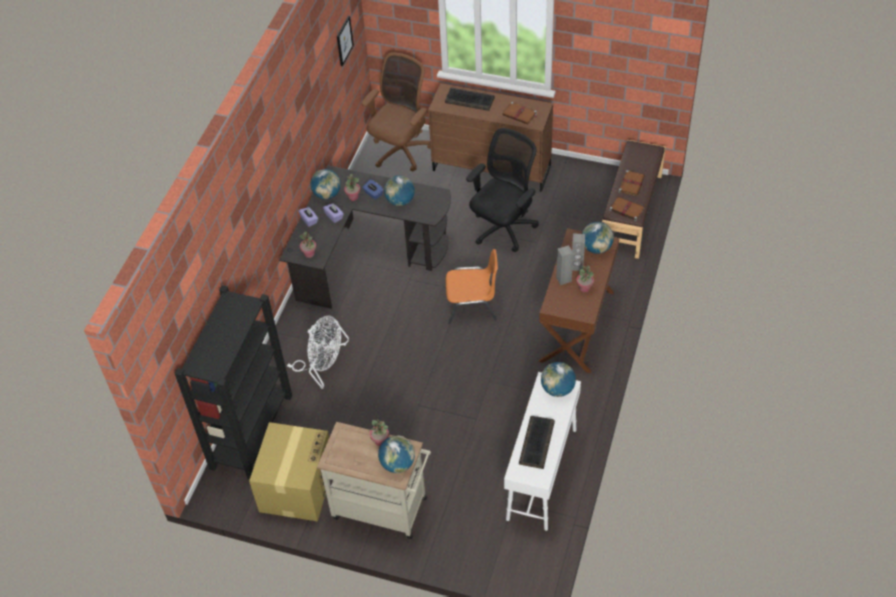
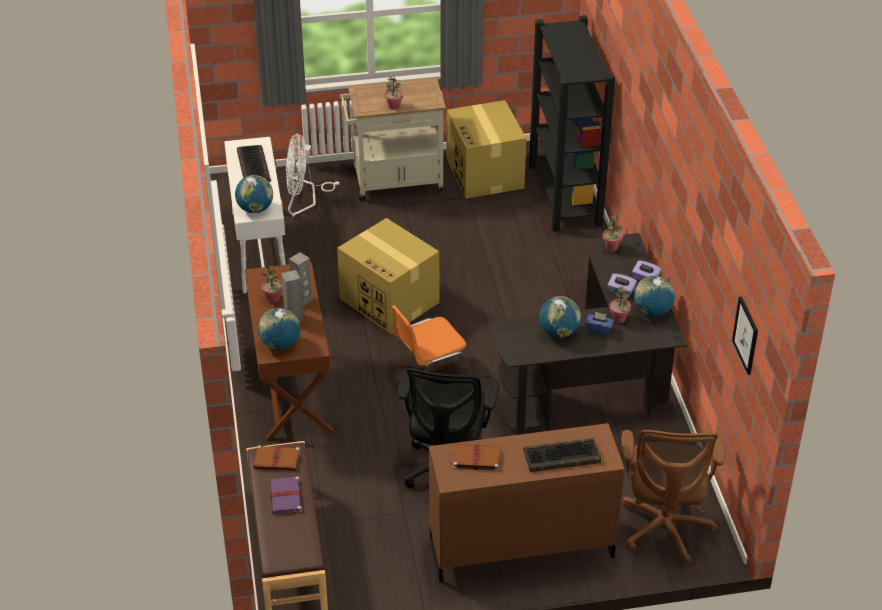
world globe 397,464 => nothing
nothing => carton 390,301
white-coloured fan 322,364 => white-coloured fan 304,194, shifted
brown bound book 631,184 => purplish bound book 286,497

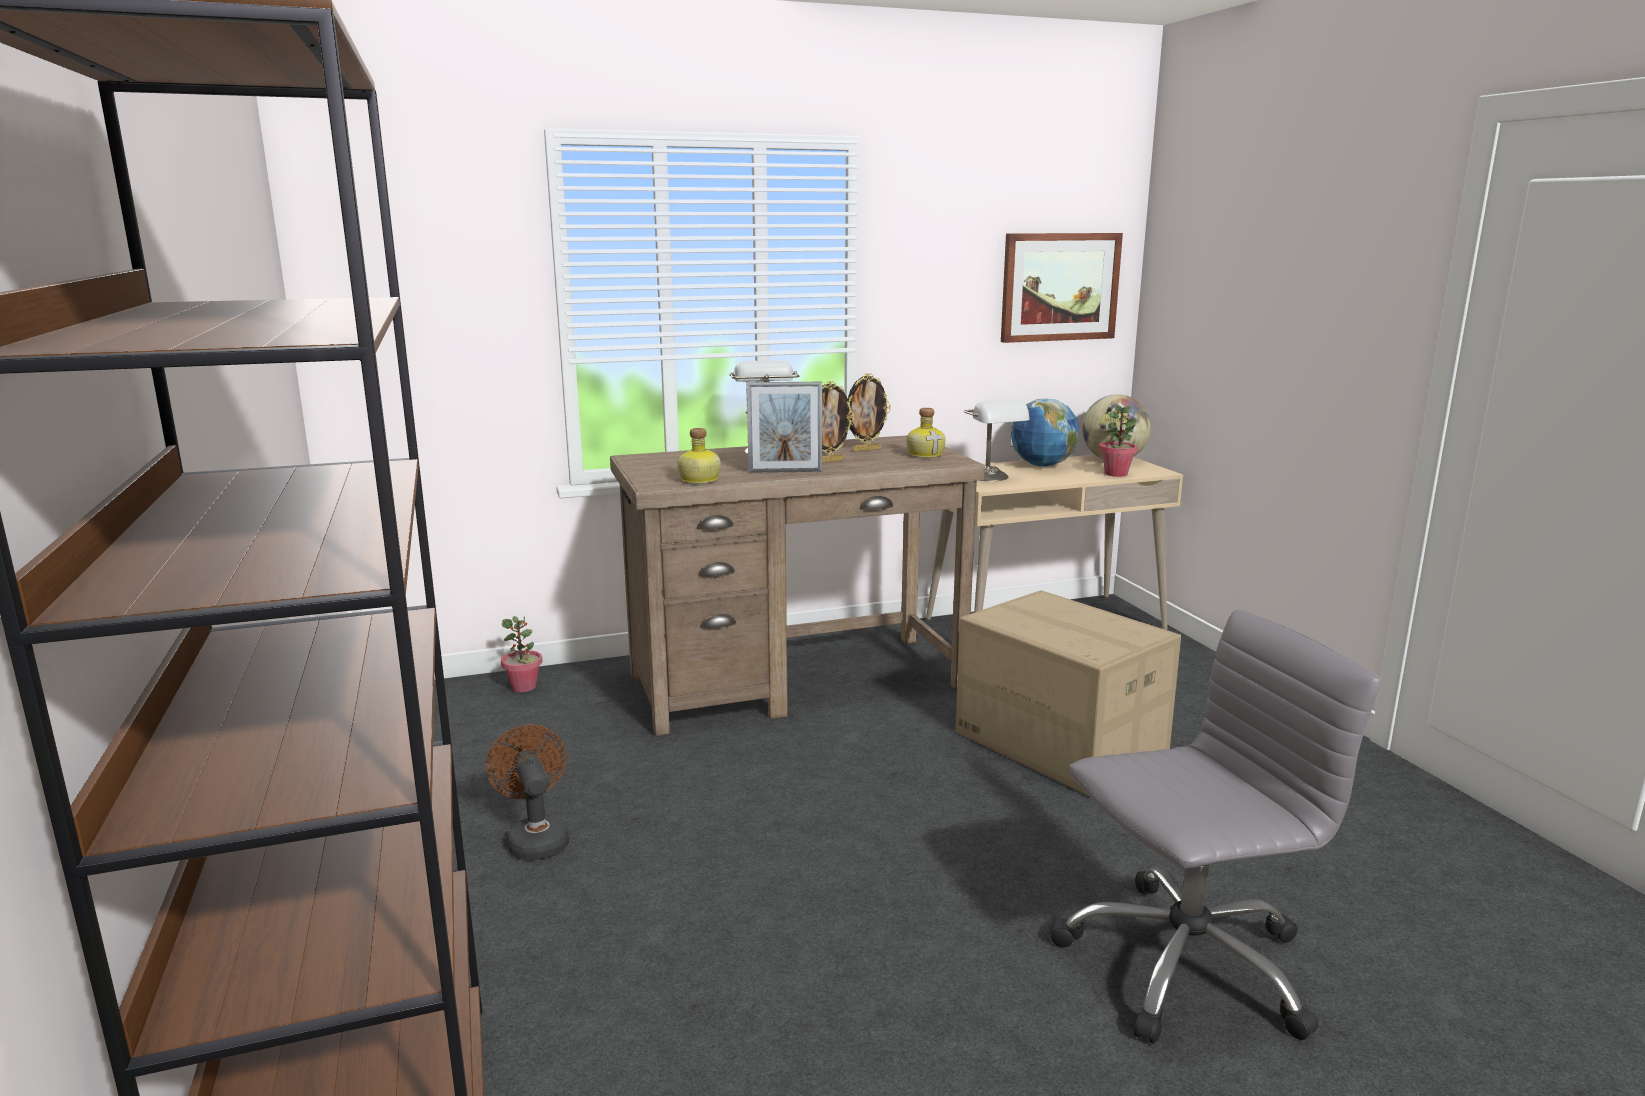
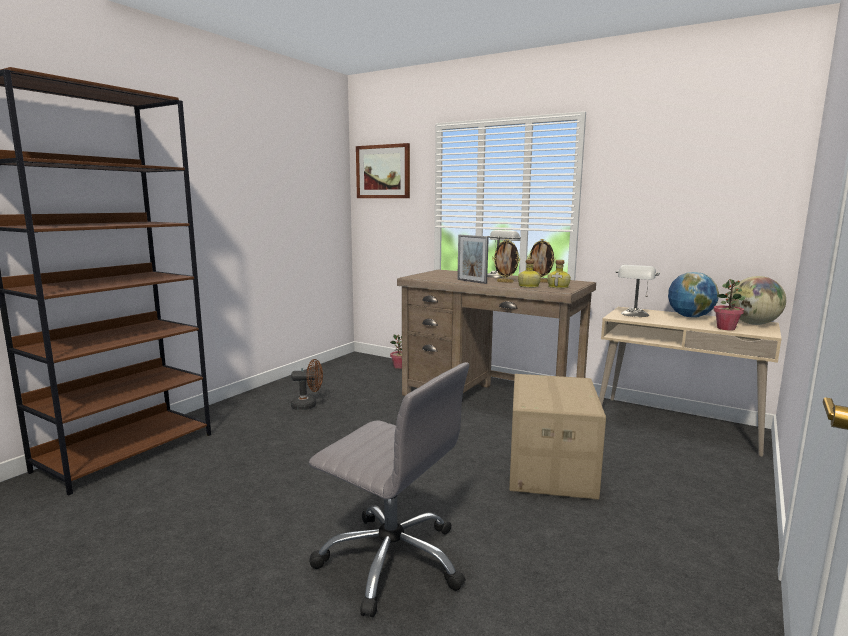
drink bottle 698,480 => drink bottle 528,286, shifted
wall picture 1059,287 => wall picture 383,171, shifted
brown fan 536,838 => brown fan 308,405, 60 degrees clockwise

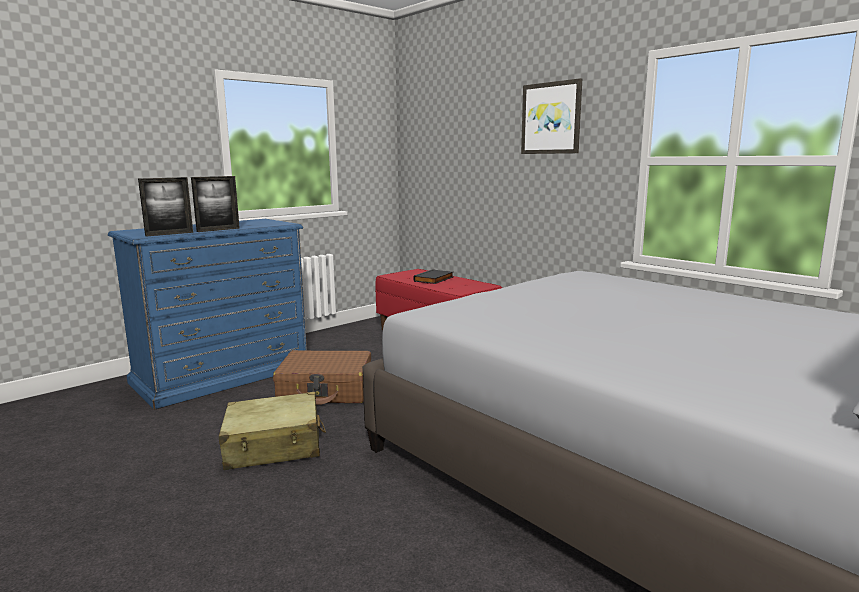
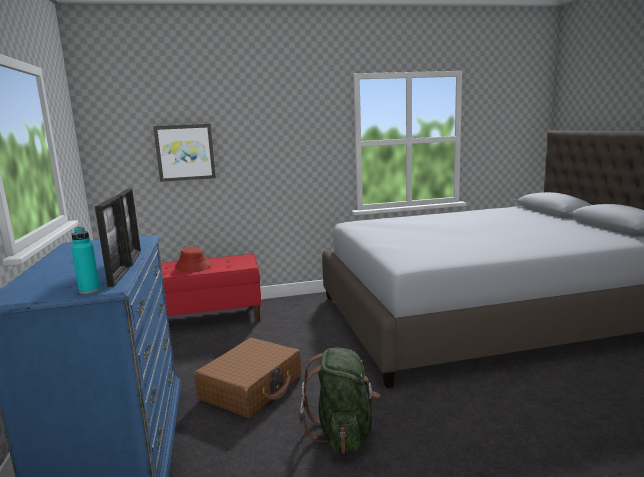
nothing => turquoise-coloured drink bottle 89,290
wall picture 551,118 => wall picture 185,152, shifted
beige-coloured travel case 274,446 => green-coloured knapsack 343,432
black-coloured bound book 434,279 => red-coloured clothing hat 193,266

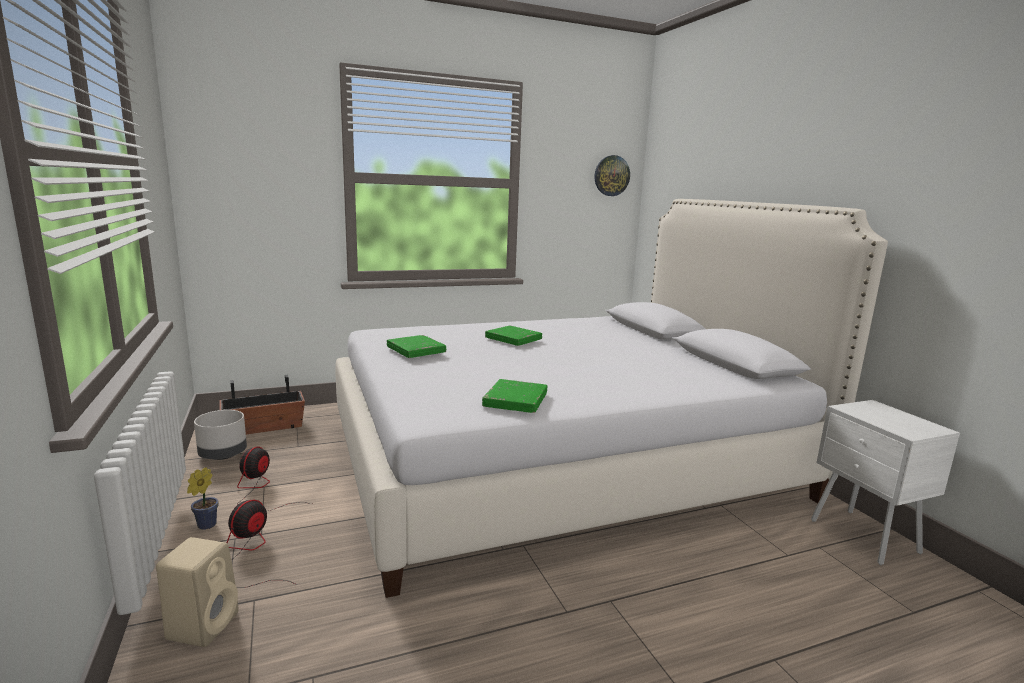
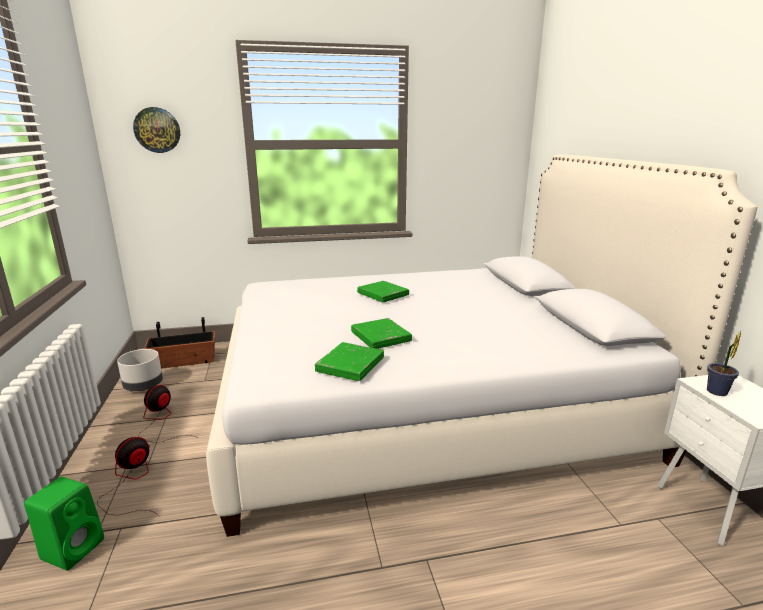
potted plant 204,526 => potted plant 716,393, shifted
green-coloured bound book 416,350 => green-coloured bound book 380,337, shifted
hanging clock 611,175 => hanging clock 157,130, shifted
beige-coloured audio speaker 204,624 => green-coloured audio speaker 74,548

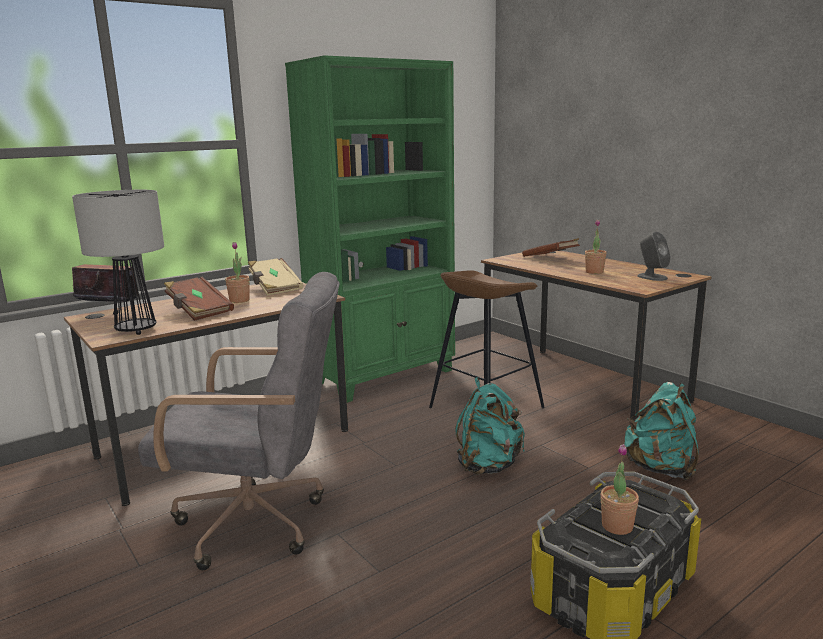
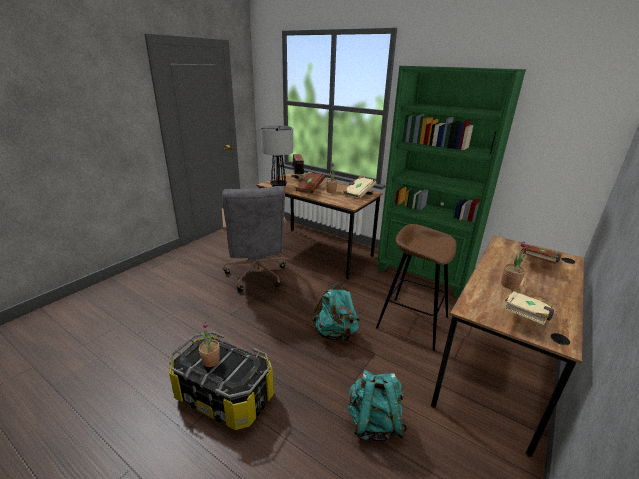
gray audio speaker 651,277 => beige-coloured bound book 525,317

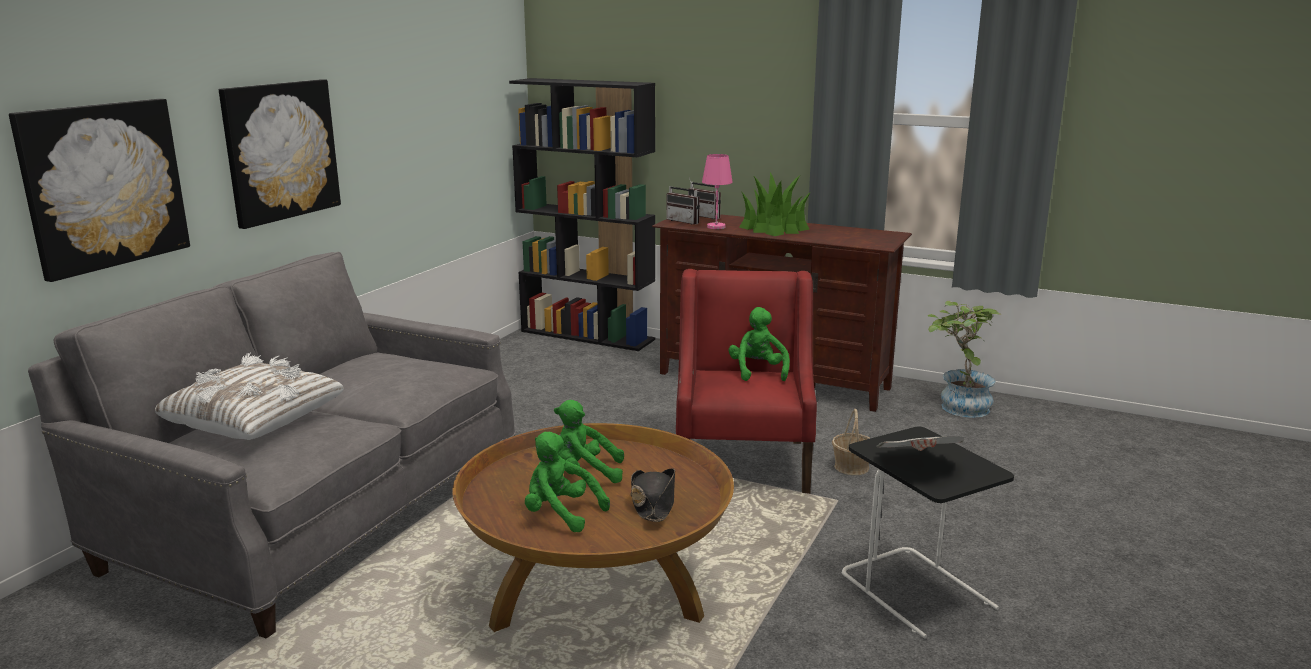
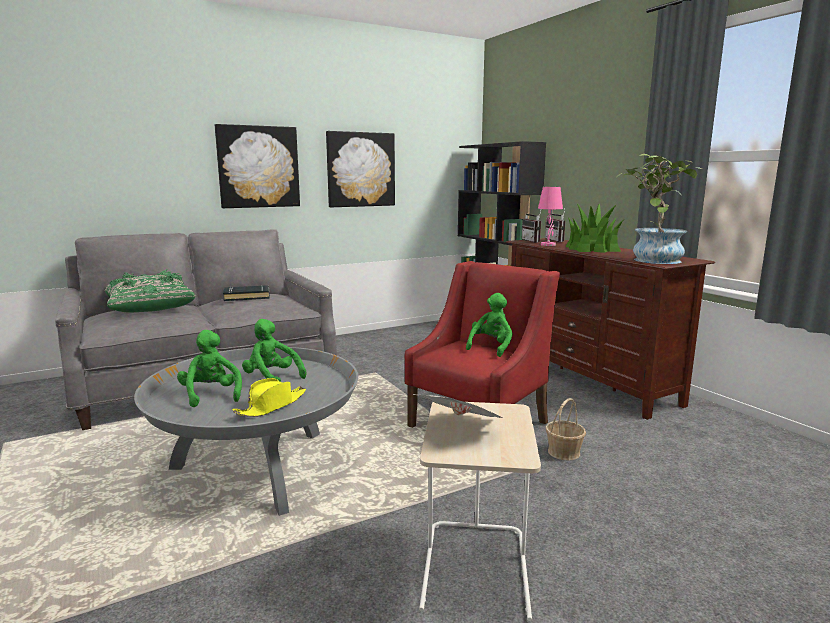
nothing => black-coloured bound book 247,297
wall picture 104,185 => wall picture 360,169, shifted
potted plant 957,406 => potted plant 651,259, shifted
white-coloured pillow 254,424 => green-coloured pillow 150,309
brown low table 596,590 => gray low table 258,469
black-coloured clothing hat 653,503 => yellowish clothing hat 271,406
black-coloured accent table 917,591 => beige-coloured accent table 477,568

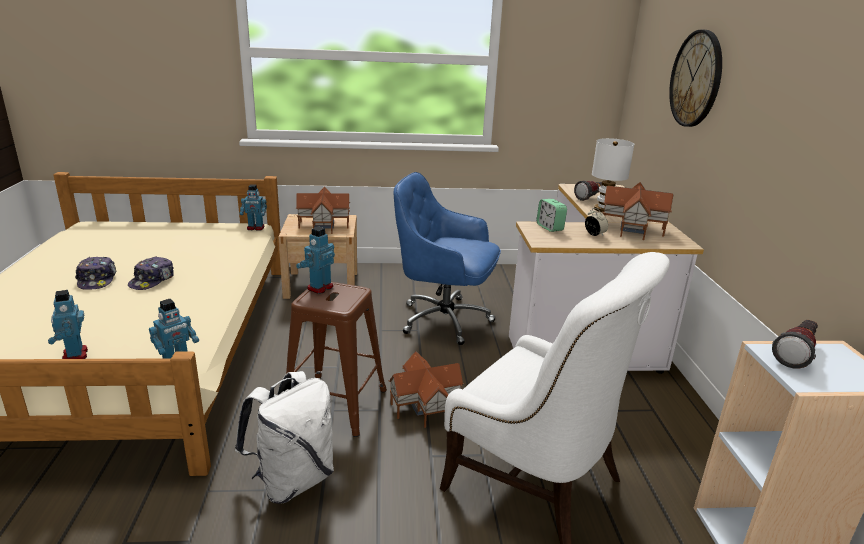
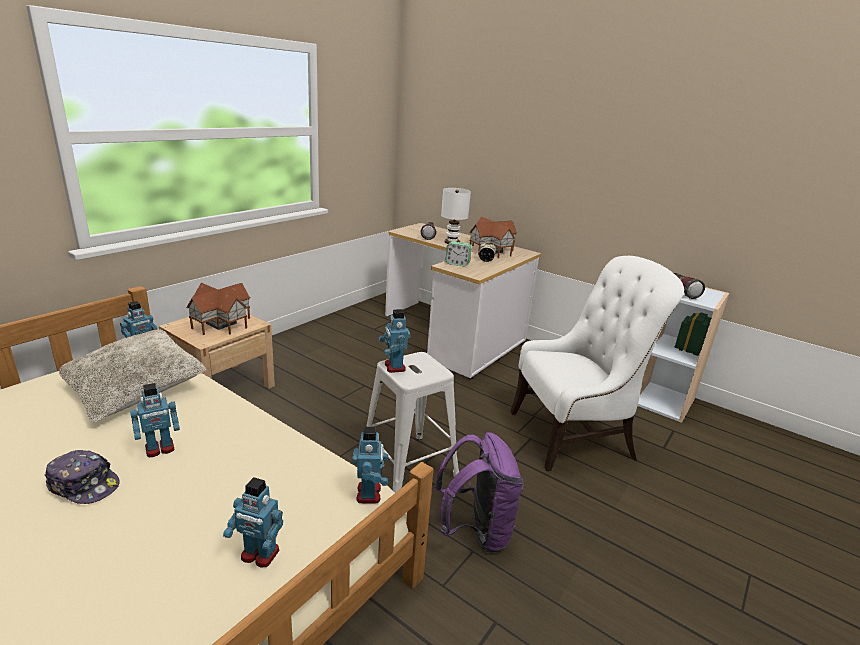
model house 424,406 => nothing
bluish computer chair 445,319 => nothing
hanging clock 696,79 => nothing
nothing => beige-coloured pillow 134,387
baseball cap 152,280 => model robot 160,449
white-coloured knapsack 292,480 => purplish knapsack 476,531
brown sitting stool 335,404 => white-coloured sitting stool 408,467

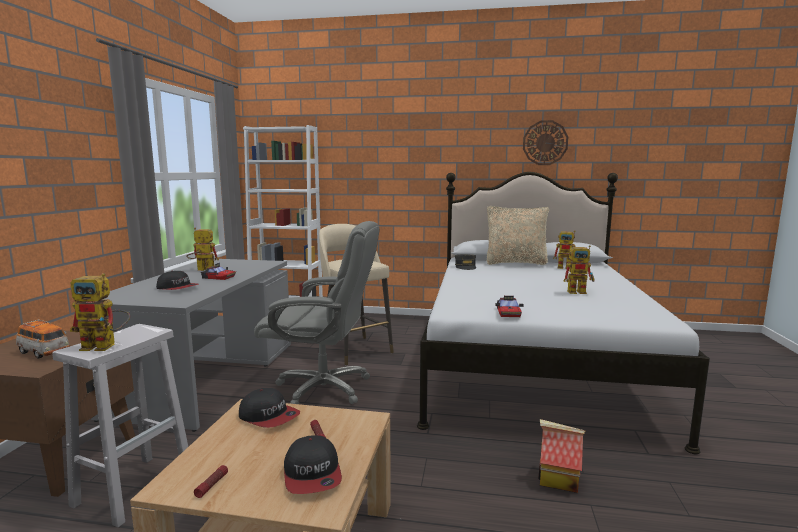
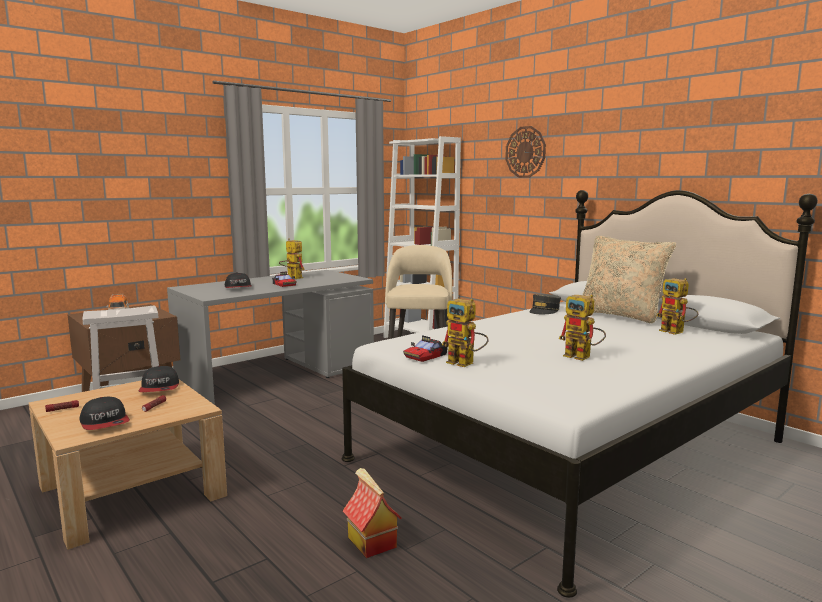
gray computer chair 321,387 => nothing
model robot 106,346 => model robot 466,363, shifted
hanging clock 545,143 => hanging clock 525,152, shifted
baseball cap 312,474 => baseball cap 105,423, 60 degrees counterclockwise

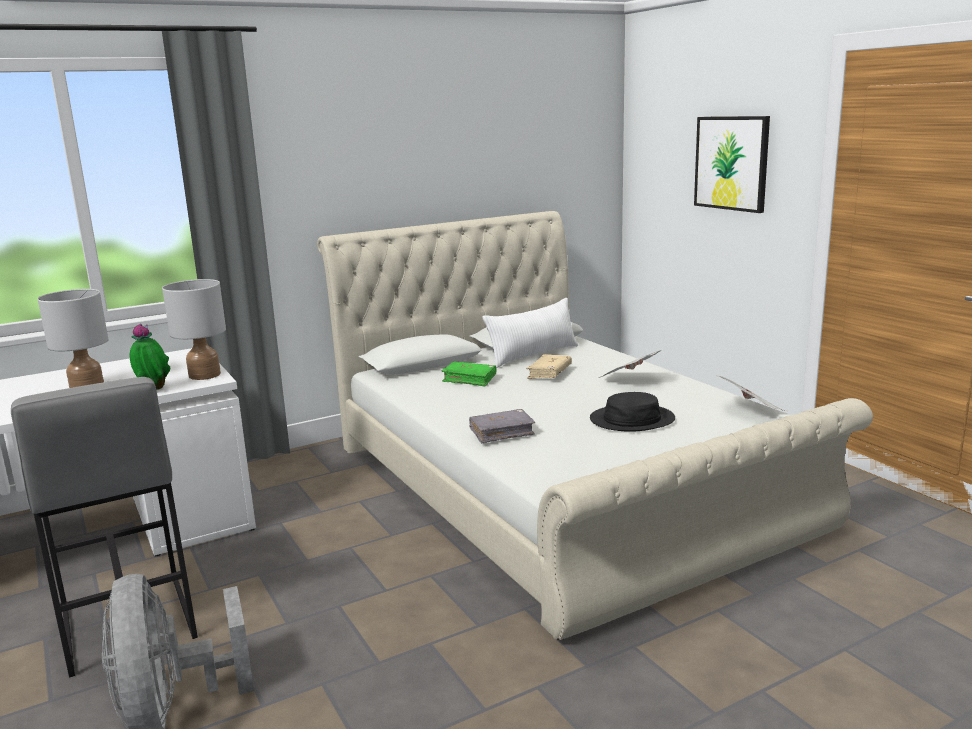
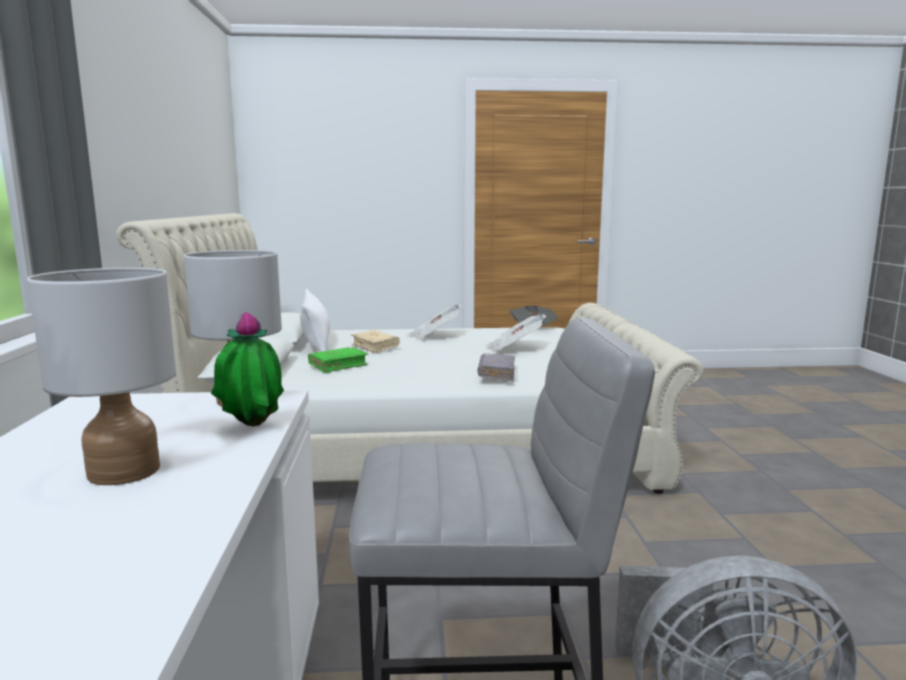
wall picture 731,163 => nothing
black-coloured clothing hat 632,419 => newspaper 514,348

